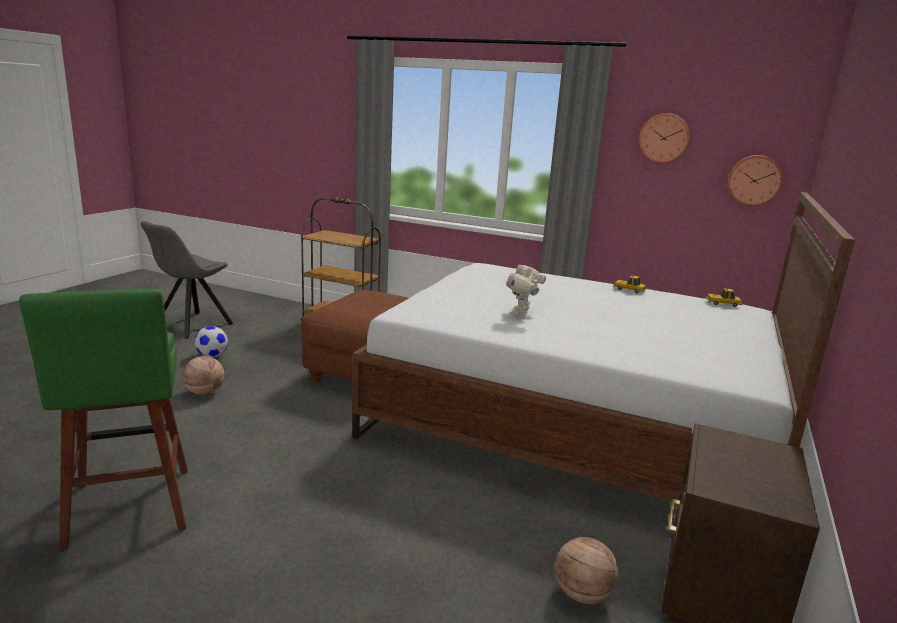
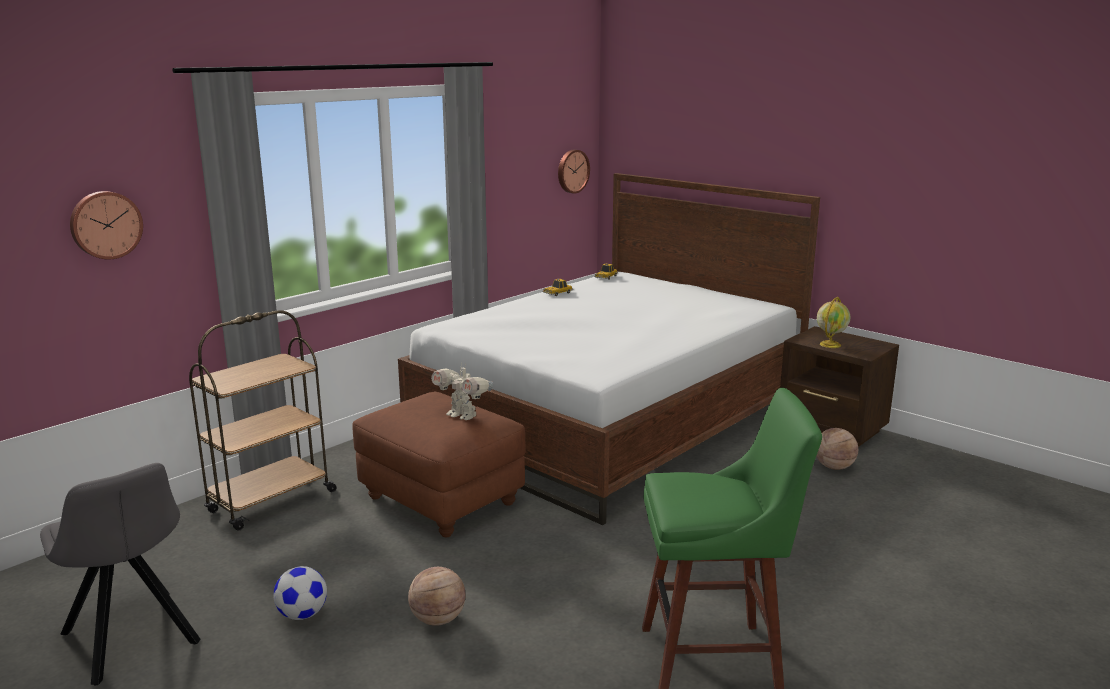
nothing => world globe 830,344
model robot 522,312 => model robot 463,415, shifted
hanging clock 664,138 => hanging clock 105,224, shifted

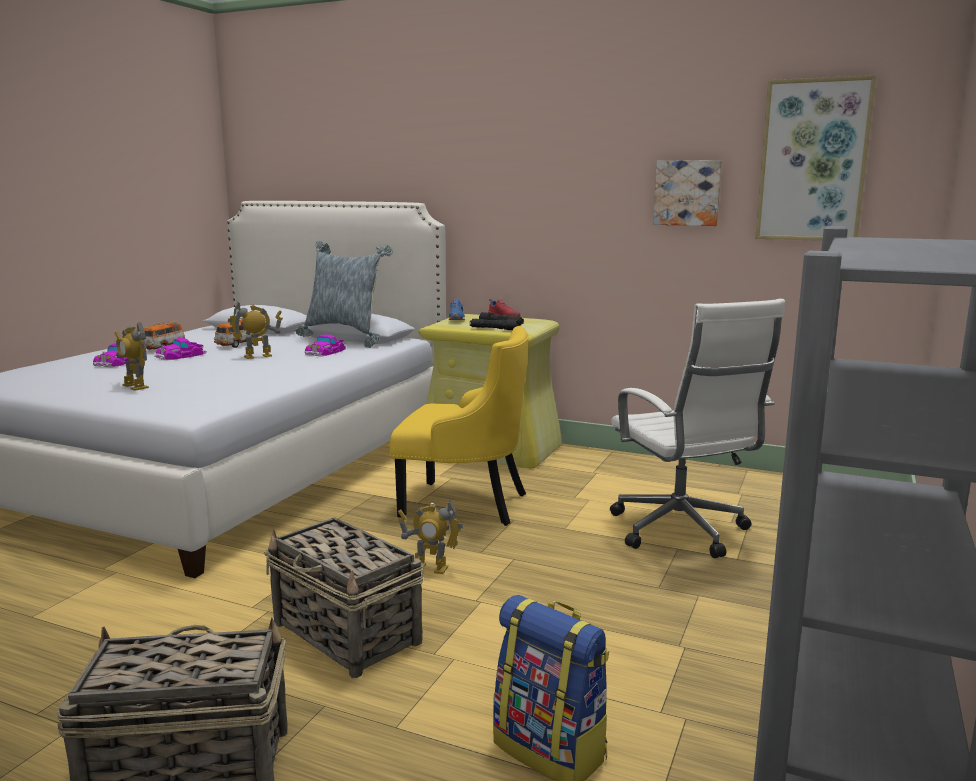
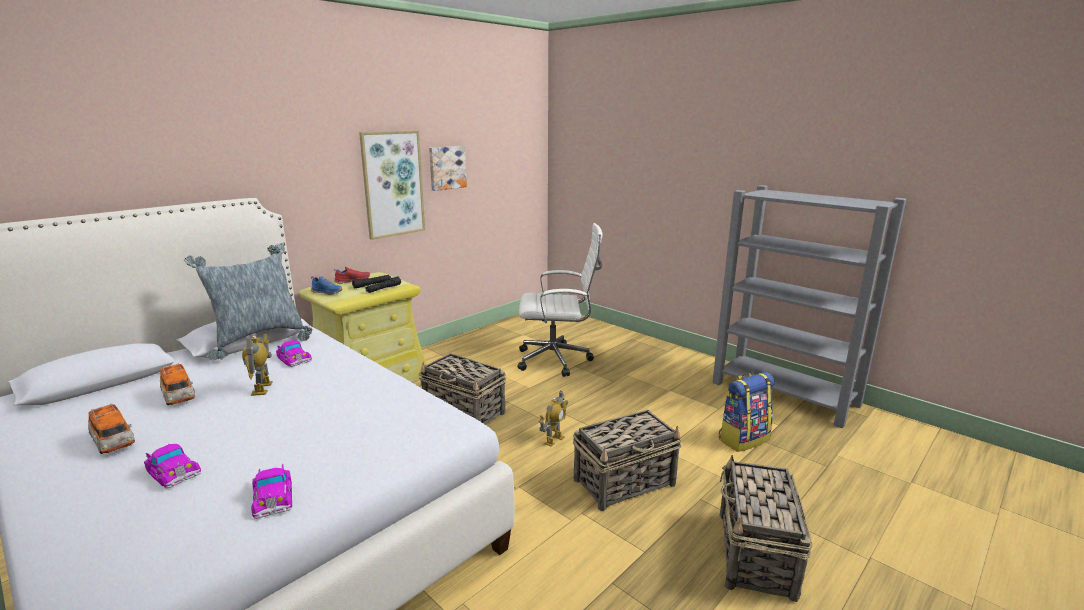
model robot 135,386 => nothing
model car 180,356 => model car 273,495, shifted
wall picture 813,161 => wall picture 393,184, shifted
yellowish plain chair 462,505 => basket 465,412

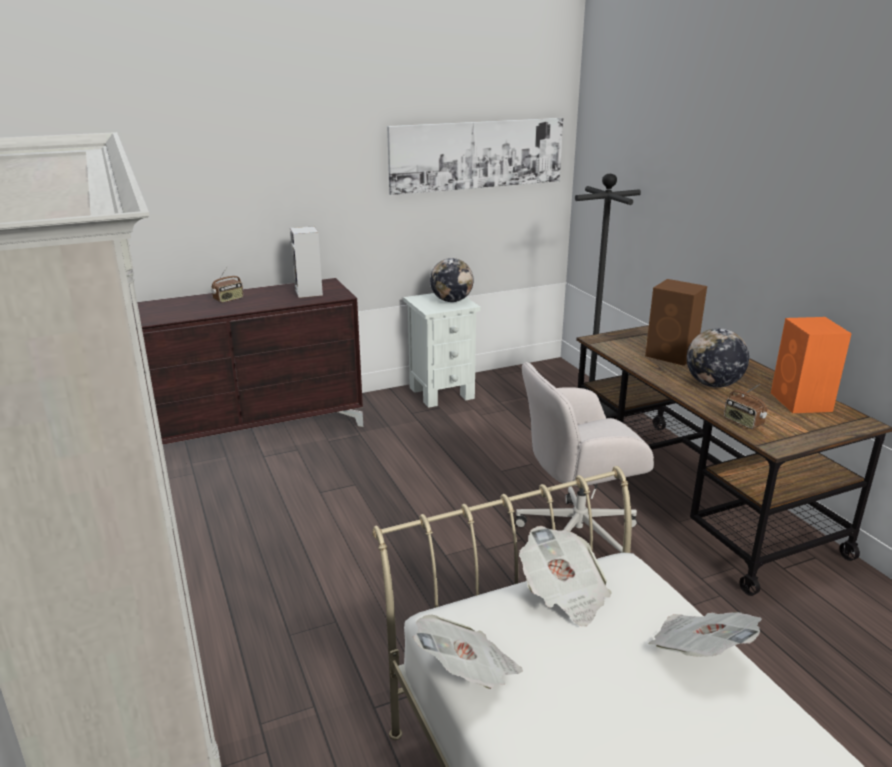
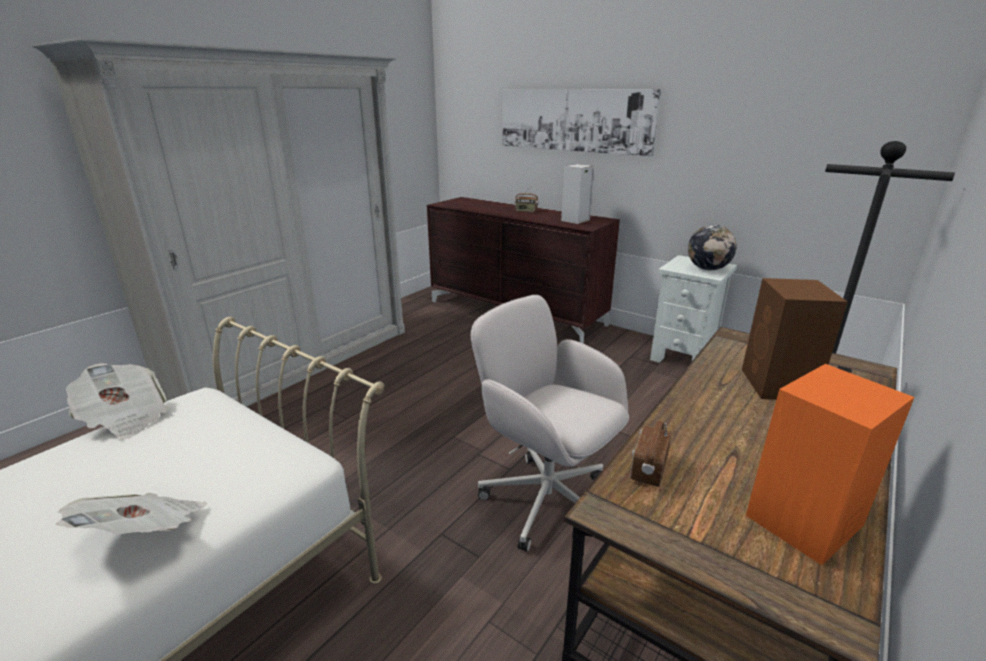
newspaper 564,594 => nothing
world globe 713,384 => nothing
wall picture 477,154 => wall picture 574,120, shifted

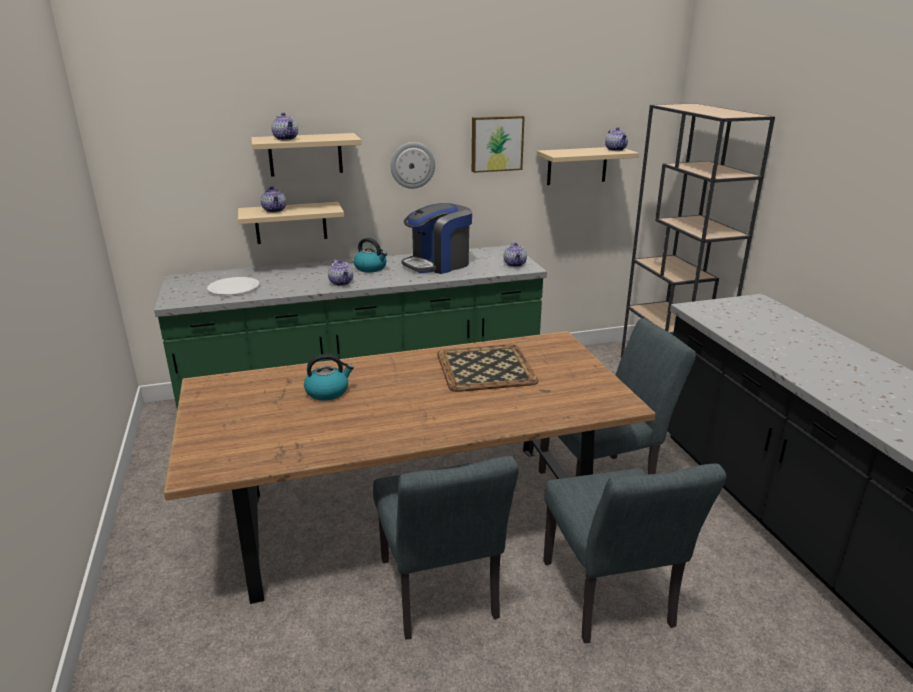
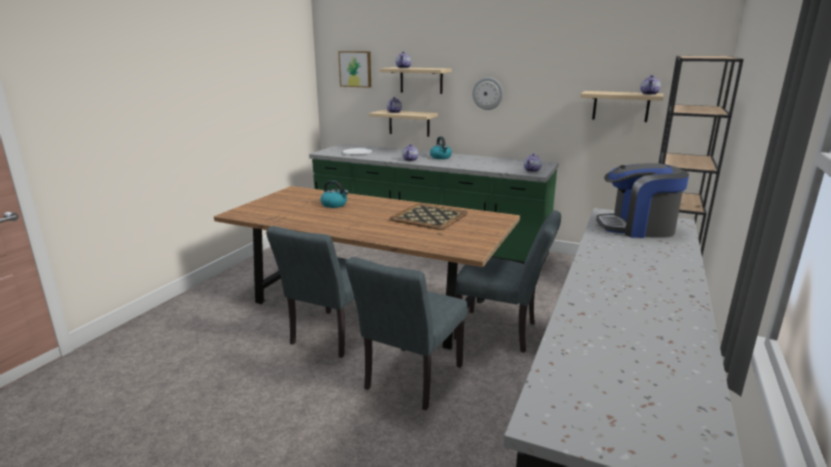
coffee machine 438,264 => coffee machine 637,228, shifted
wall picture 496,143 => wall picture 355,69, shifted

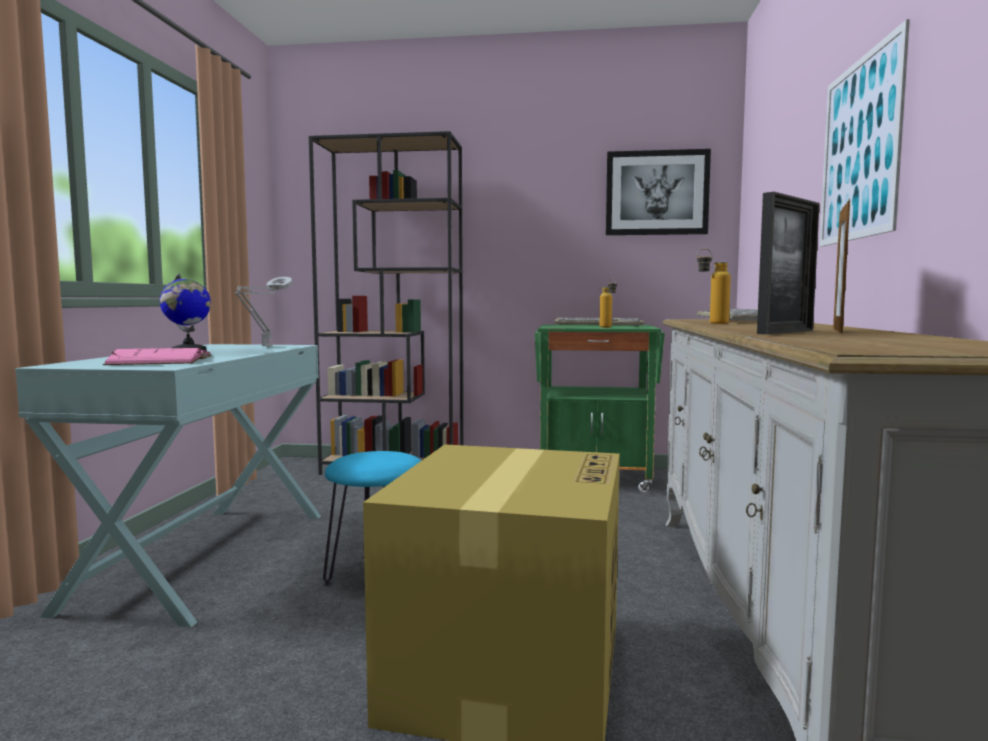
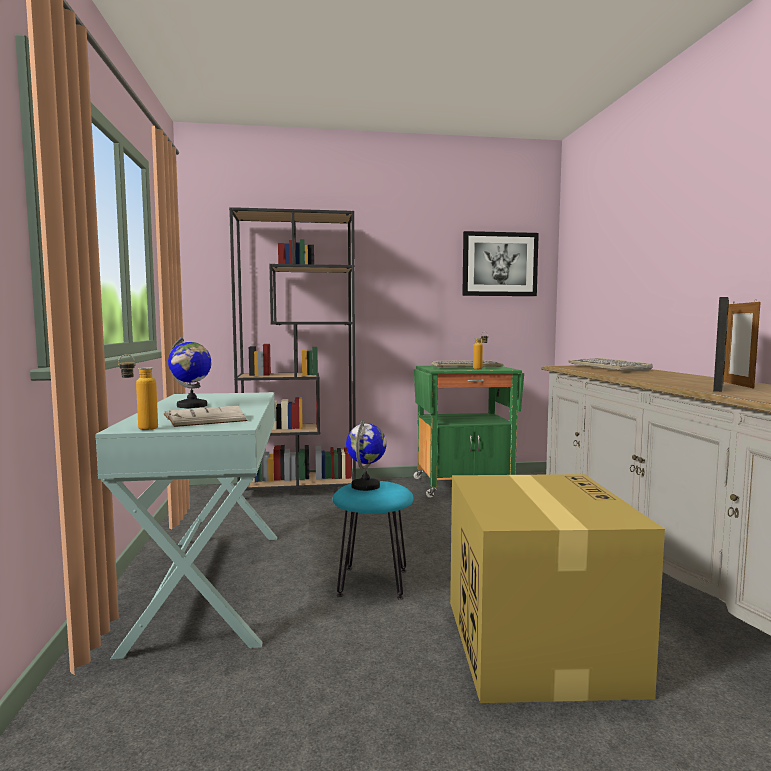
gray tabletop lamp 265,347 => nothing
wall picture 859,149 => nothing
nothing => world globe 366,486
drink bottle 711,323 => drink bottle 140,429, shifted
pink bound book 162,360 => white-coloured bound book 203,417

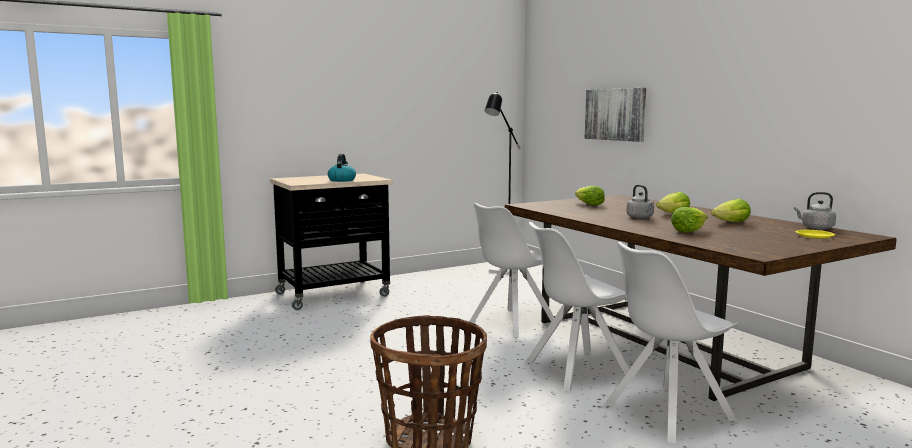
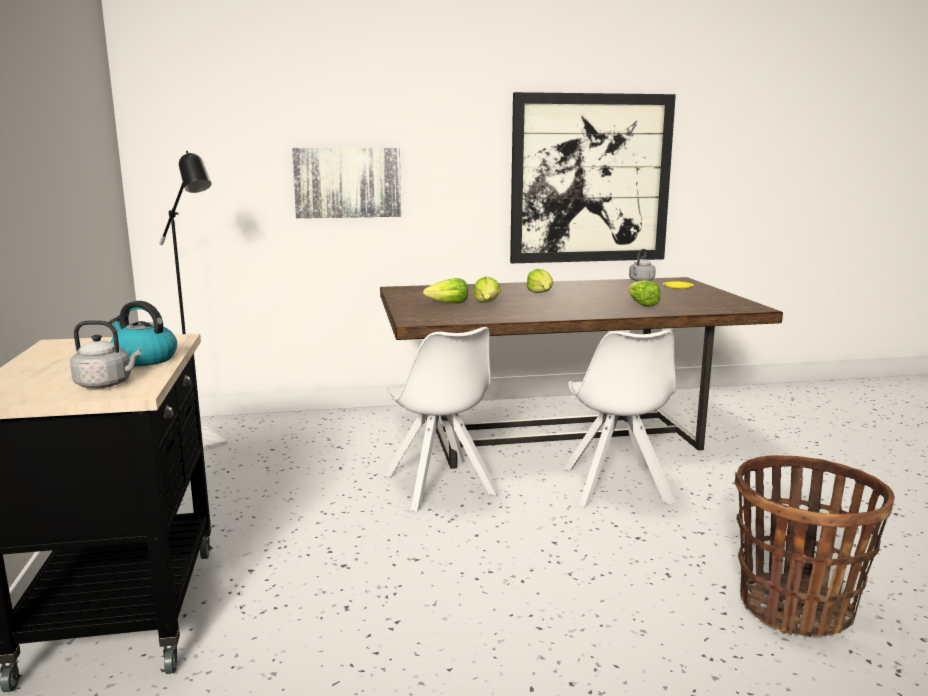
white-coloured plain chair 666,413 => nothing
nothing => wall picture 590,179
gray tea kettle 640,217 => gray tea kettle 106,384, shifted
head of lettuce 731,222 => head of lettuce 487,303, shifted

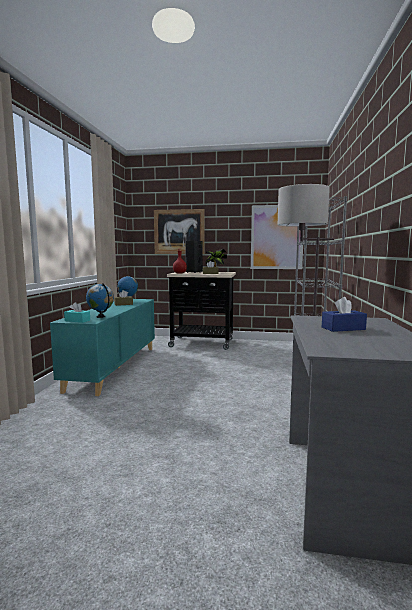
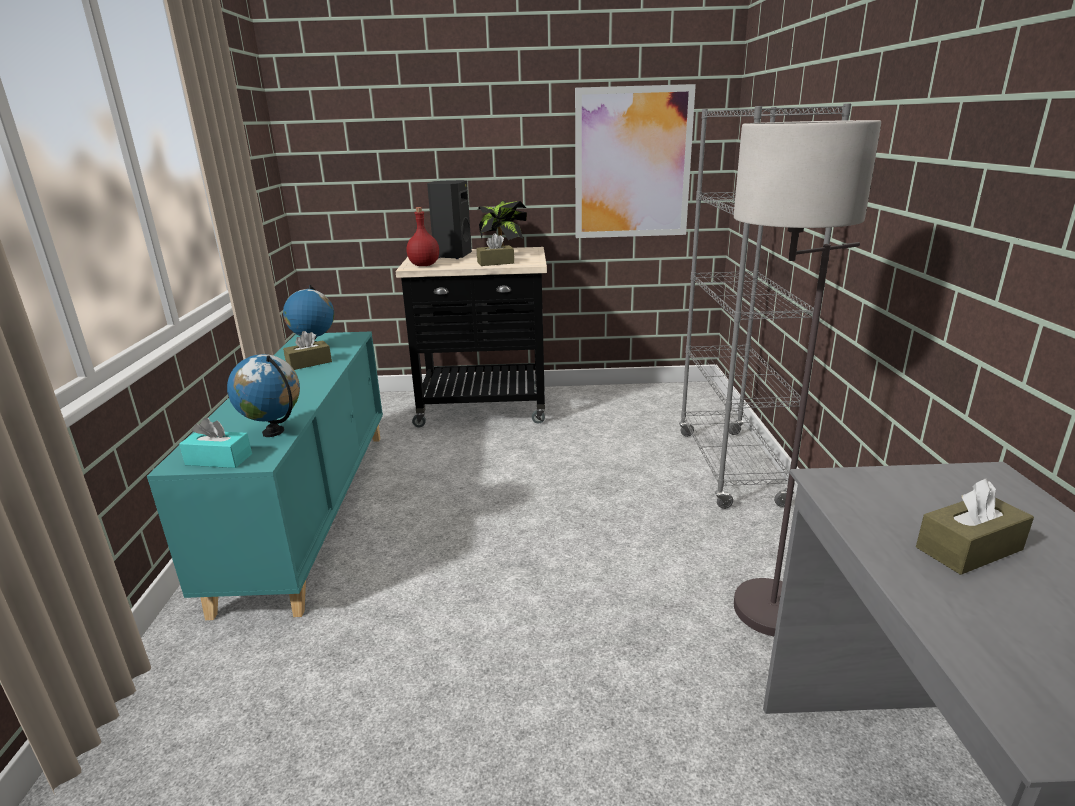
wall picture 179,232 => nothing
bluish box of tissues 343,328 => brown box of tissues 968,549

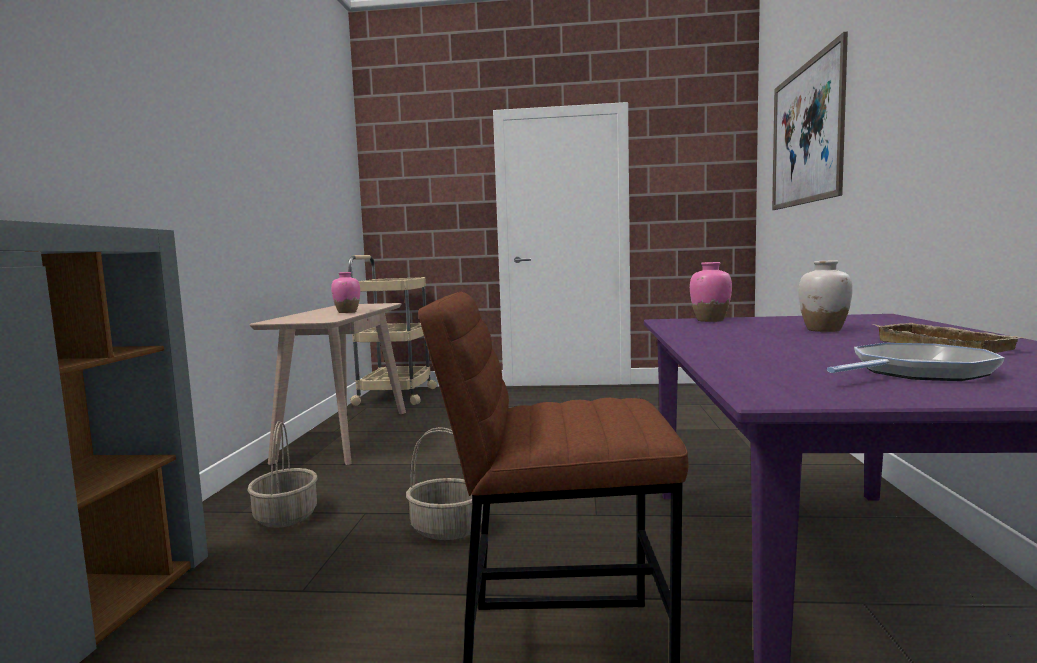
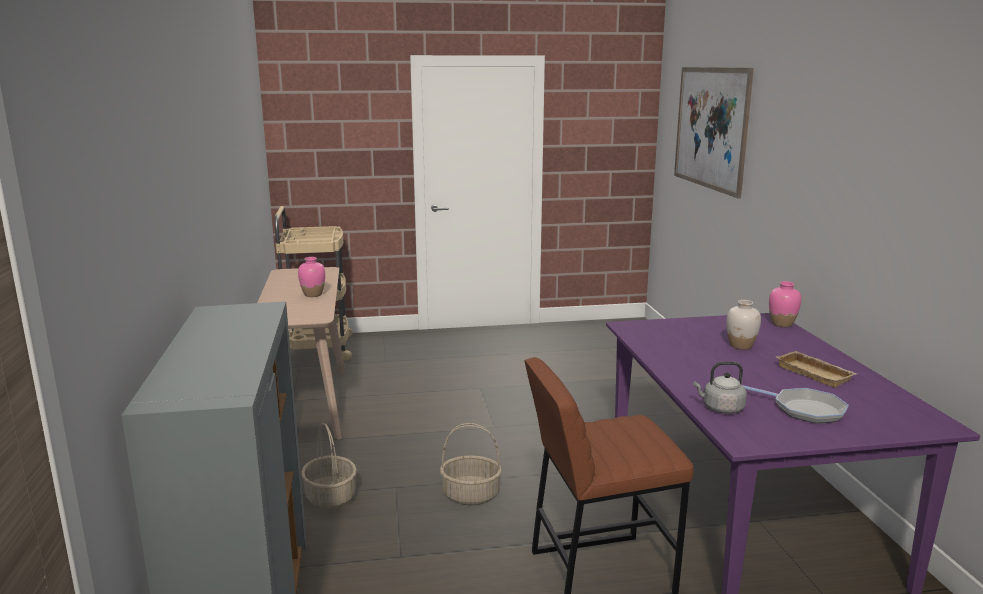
nothing => gray tea kettle 721,408
pink decorative vase 710,320 => pink decorative vase 782,324, shifted
frying pan 916,372 => frying pan 804,409, 75 degrees clockwise

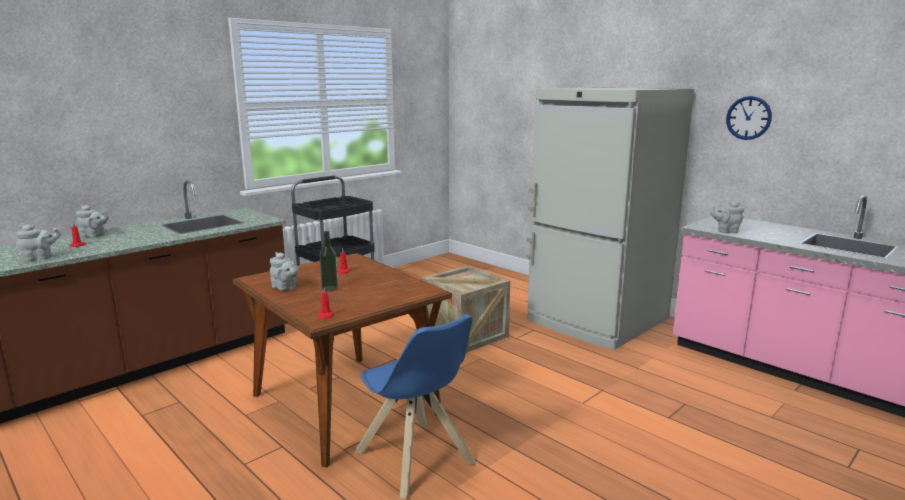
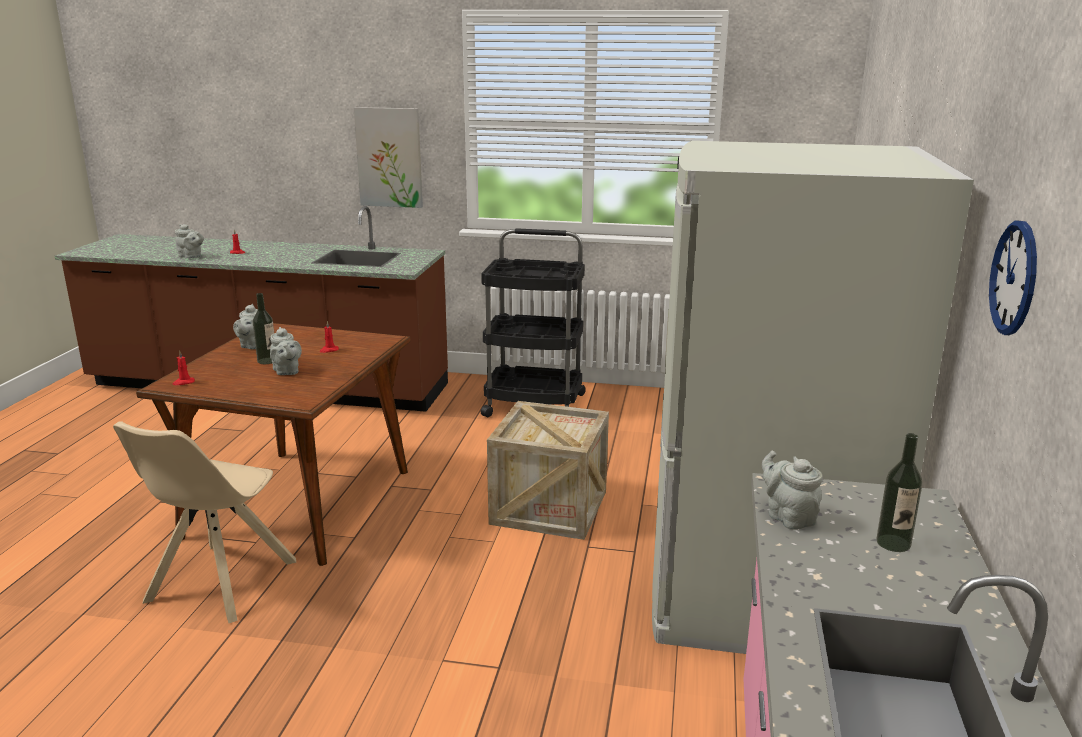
nothing => wall picture 389,157
nothing => drink bottle 893,543
gray teapot 94,236 => gray teapot 286,372, shifted
bluish plain chair 416,459 => beige-coloured plain chair 219,583

